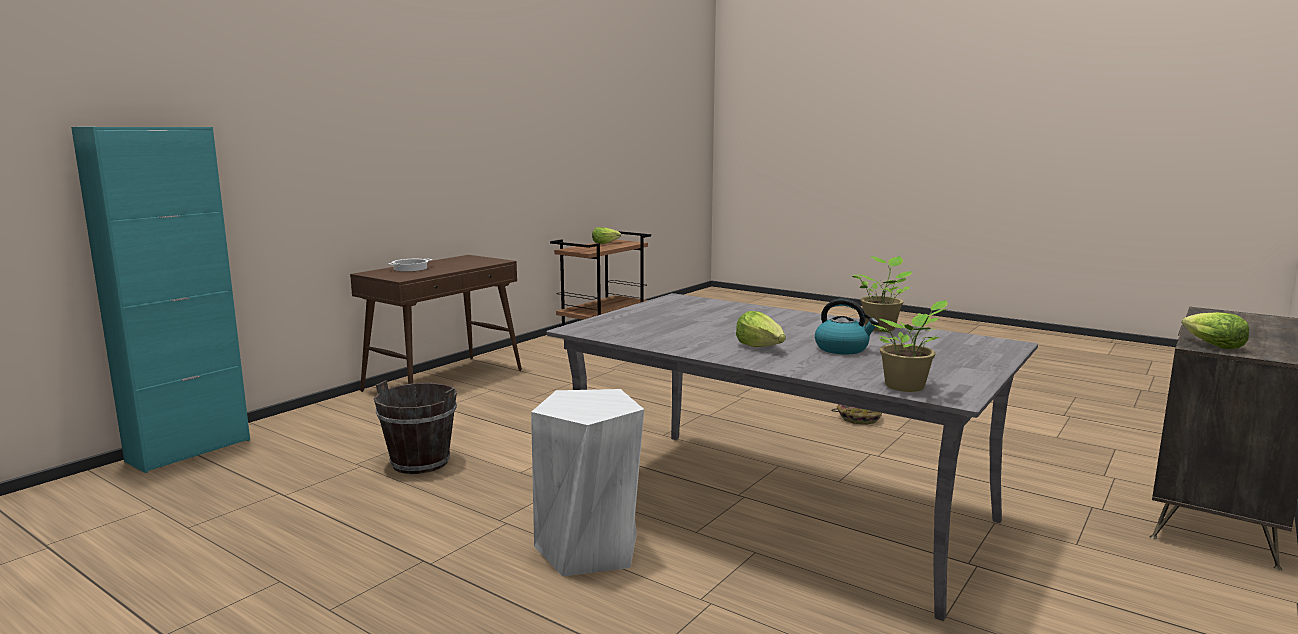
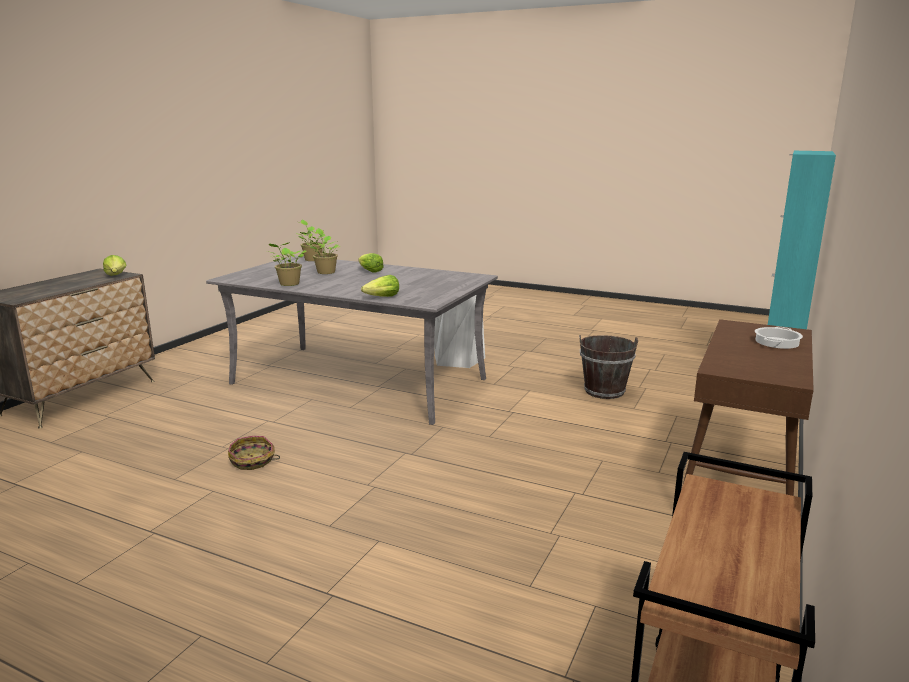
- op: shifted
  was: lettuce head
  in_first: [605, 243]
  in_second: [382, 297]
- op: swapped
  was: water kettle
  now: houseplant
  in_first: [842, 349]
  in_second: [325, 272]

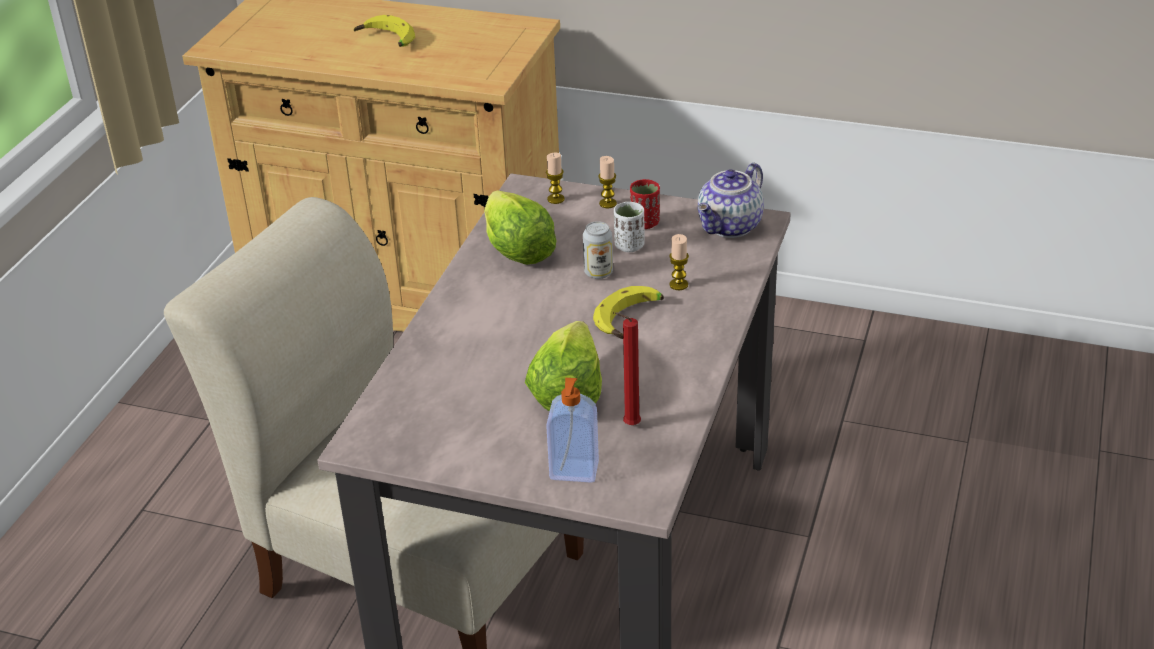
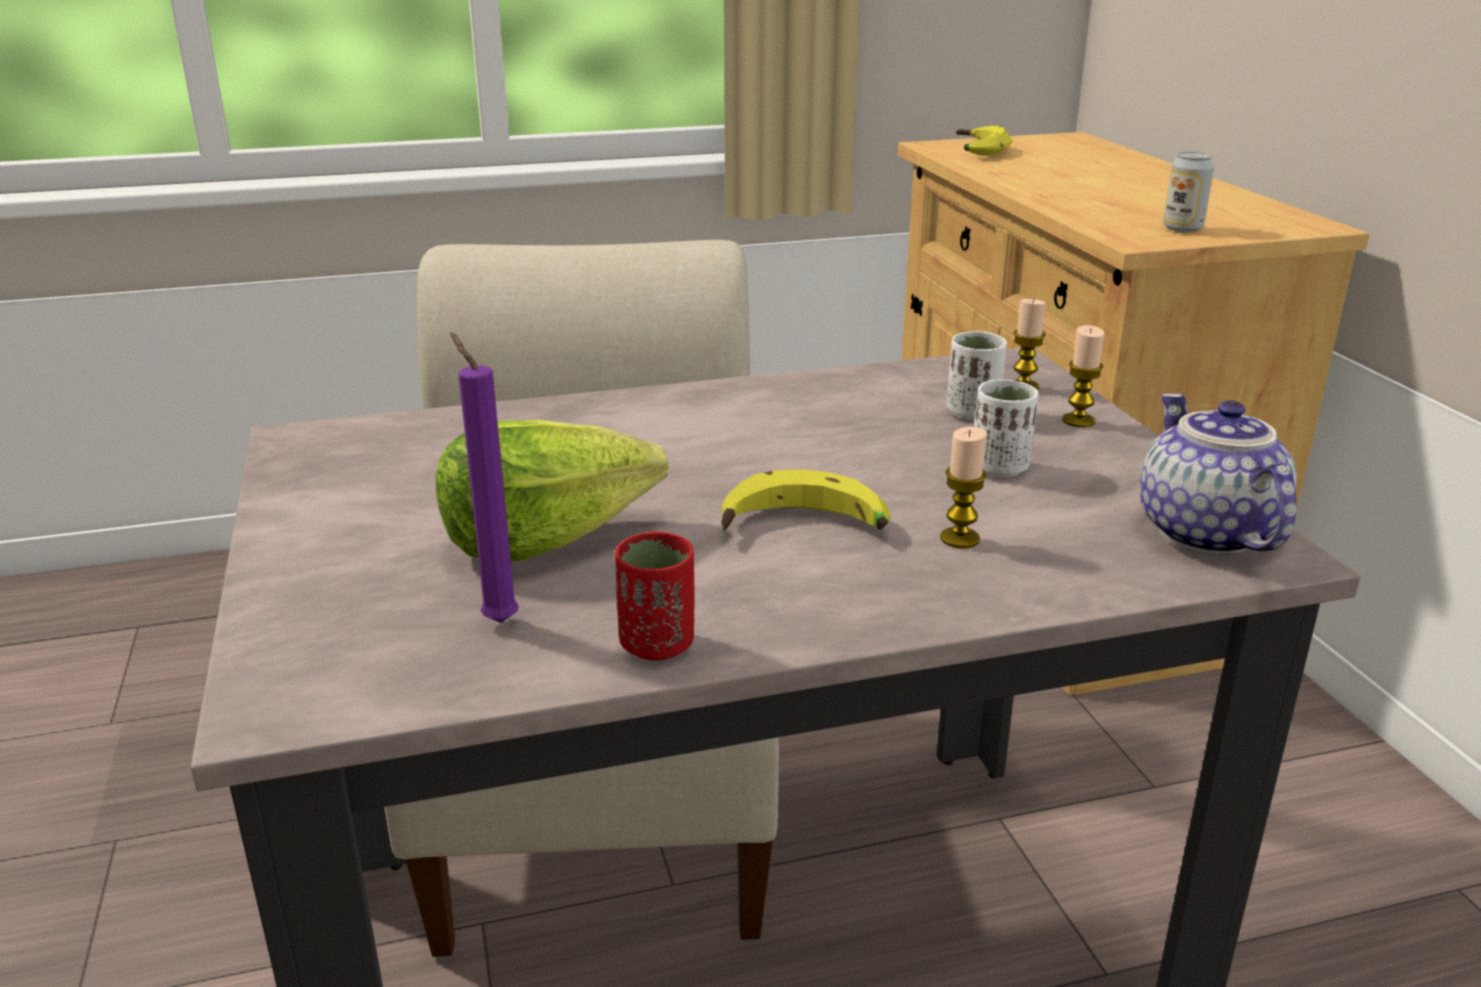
- op: gone
  was: lettuce head
  in_first: [516, 249]
- op: gone
  was: soap dispenser
  in_first: [574, 472]
- op: new
  now: drinking cup (white)
  in_second: [972, 412]
- op: shifted
  was: banana
  in_first: [386, 40]
  in_second: [975, 151]
- op: shifted
  was: metal can
  in_first: [598, 273]
  in_second: [1182, 228]
- op: shifted
  was: drinking cup (red)
  in_first: [645, 223]
  in_second: [657, 645]
- op: repainted
  was: wax light (red)
  now: wax light (purplish)
  in_first: [629, 425]
  in_second: [497, 620]
- op: rotated
  was: teapot
  in_first: [731, 227]
  in_second: [1202, 532]
  clockwise: 75

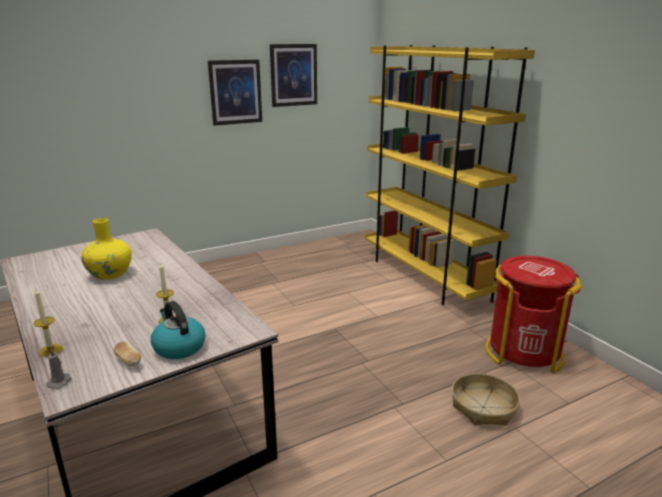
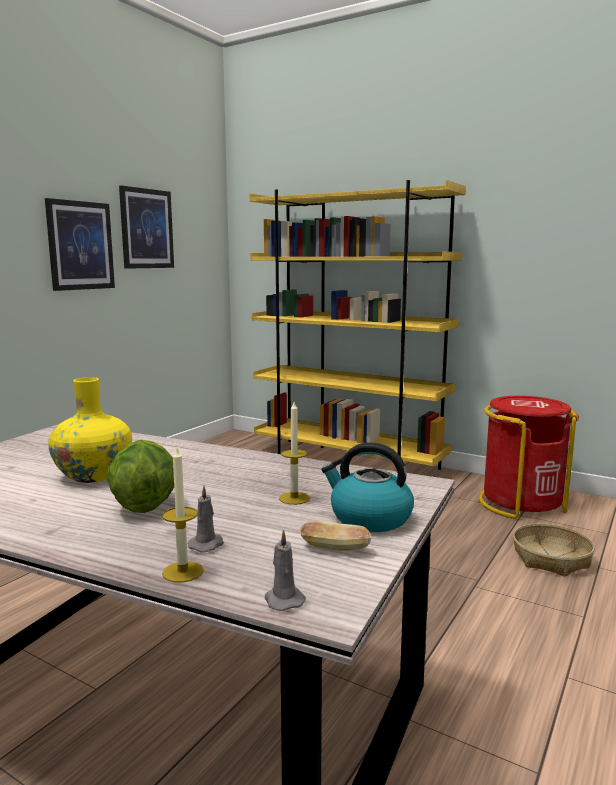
- op: new
  now: lettuce head
  in_second: [143, 505]
- op: new
  now: wax light (greyish)
  in_second: [207, 545]

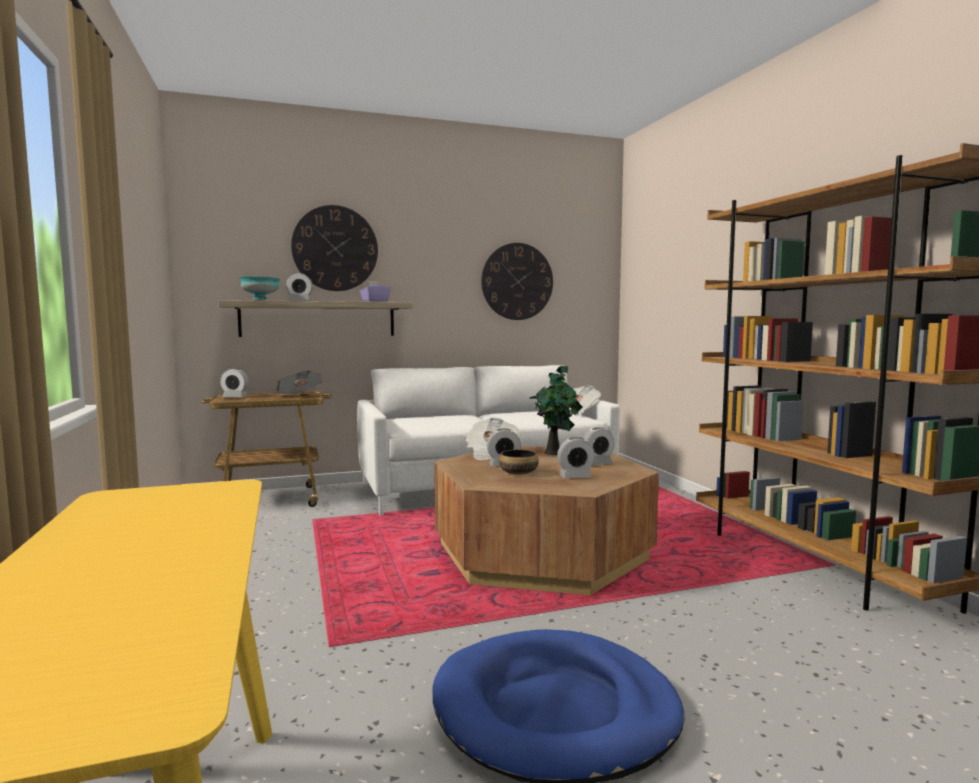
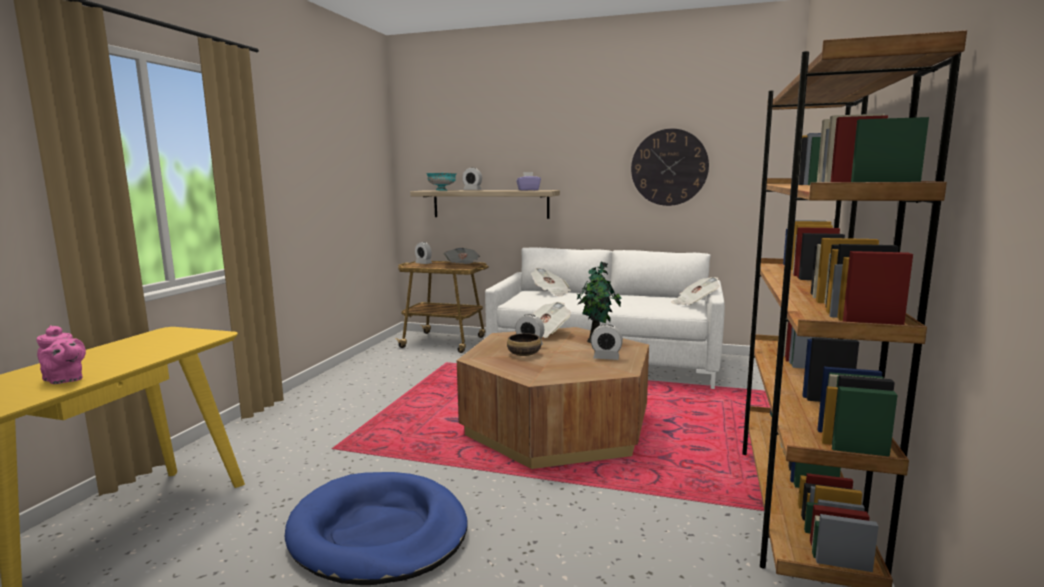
- op: gone
  was: hanging clock
  in_first: [335, 248]
- op: gone
  was: alarm clock
  in_first: [575, 477]
- op: new
  now: teapot (pink)
  in_second: [64, 380]
- op: new
  now: daily paper
  in_second: [551, 293]

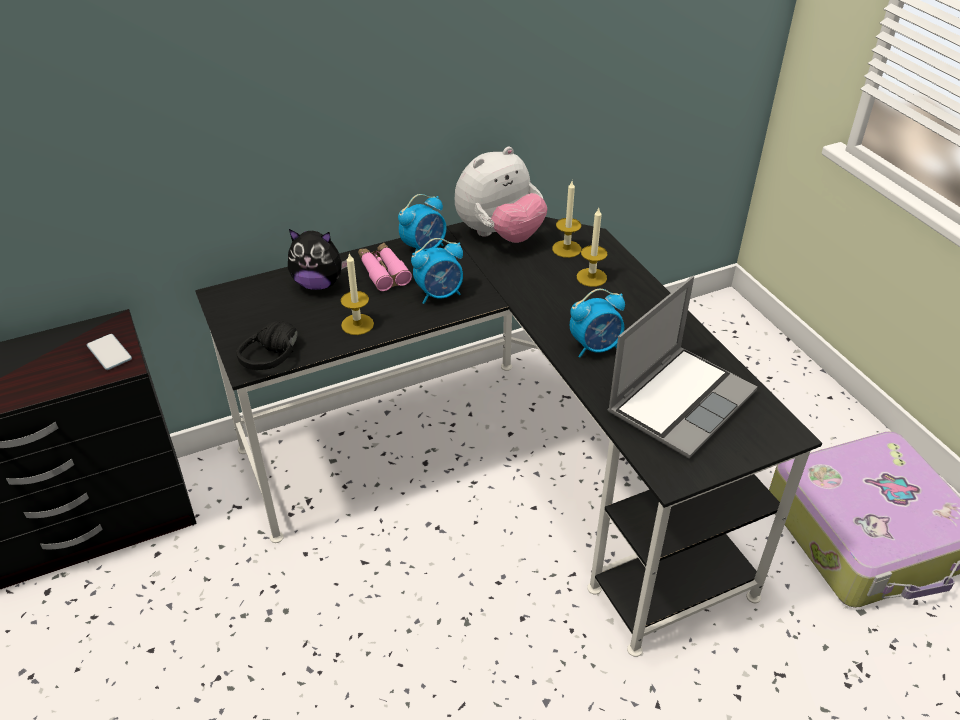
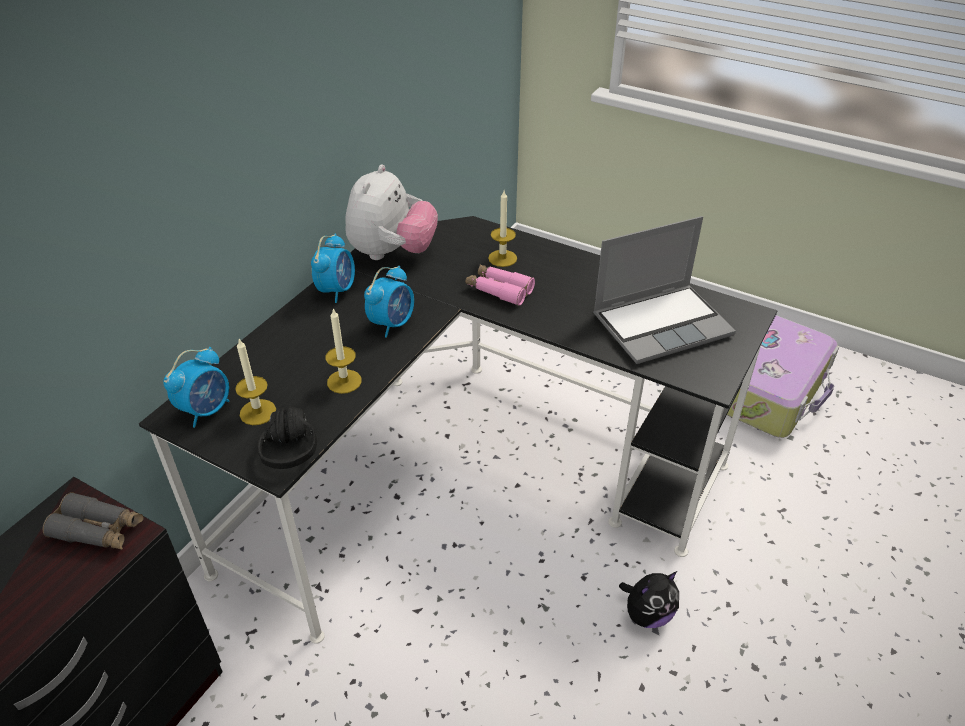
- op: shifted
  was: soft toy
  in_first: [319, 284]
  in_second: [647, 614]
- op: shifted
  was: binoculars (pink)
  in_first: [383, 272]
  in_second: [499, 290]
- op: shifted
  was: wax light
  in_first: [566, 249]
  in_second: [258, 412]
- op: shifted
  was: alarm clock
  in_first: [595, 347]
  in_second: [206, 410]
- op: swapped
  was: handset
  now: binoculars (greyish)
  in_first: [109, 353]
  in_second: [98, 530]
- op: rotated
  was: laptop
  in_first: [680, 401]
  in_second: [662, 324]
  clockwise: 60

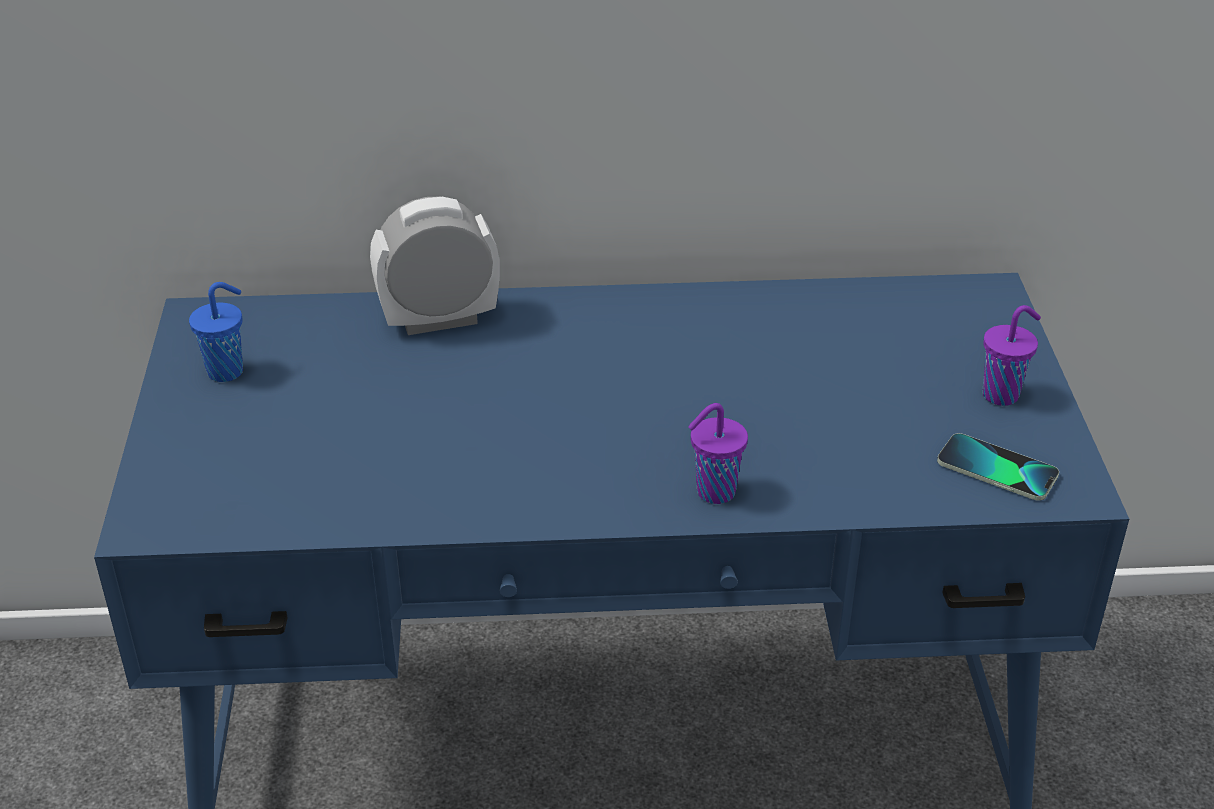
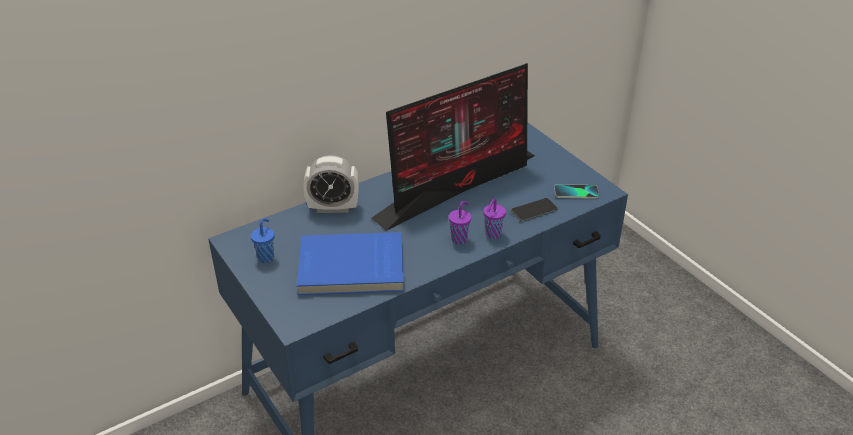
- op: new
  now: volume (blue)
  in_second: [351, 268]
- op: new
  now: computer screen
  in_second: [459, 184]
- op: new
  now: handset
  in_second: [534, 210]
- op: shifted
  was: drinking cup (purplish)
  in_first: [1002, 394]
  in_second: [460, 239]
- op: rotated
  was: alarm clock
  in_first: [439, 320]
  in_second: [333, 208]
  clockwise: -135

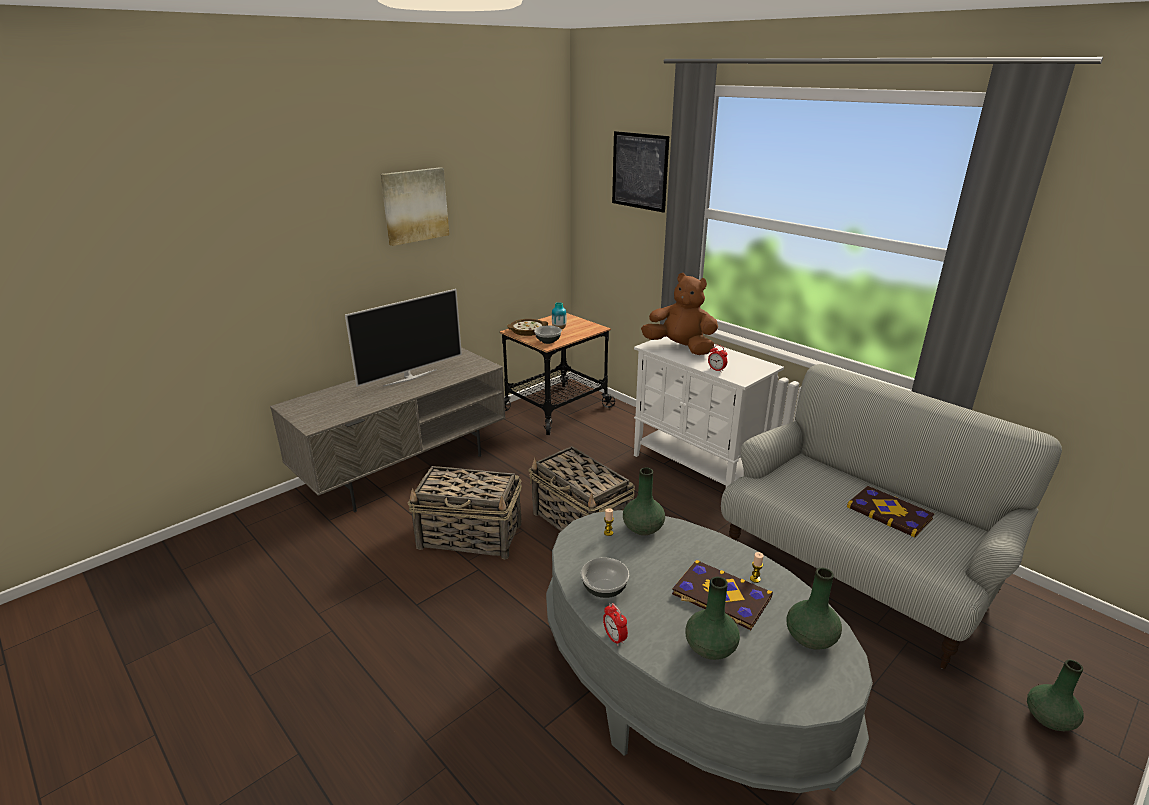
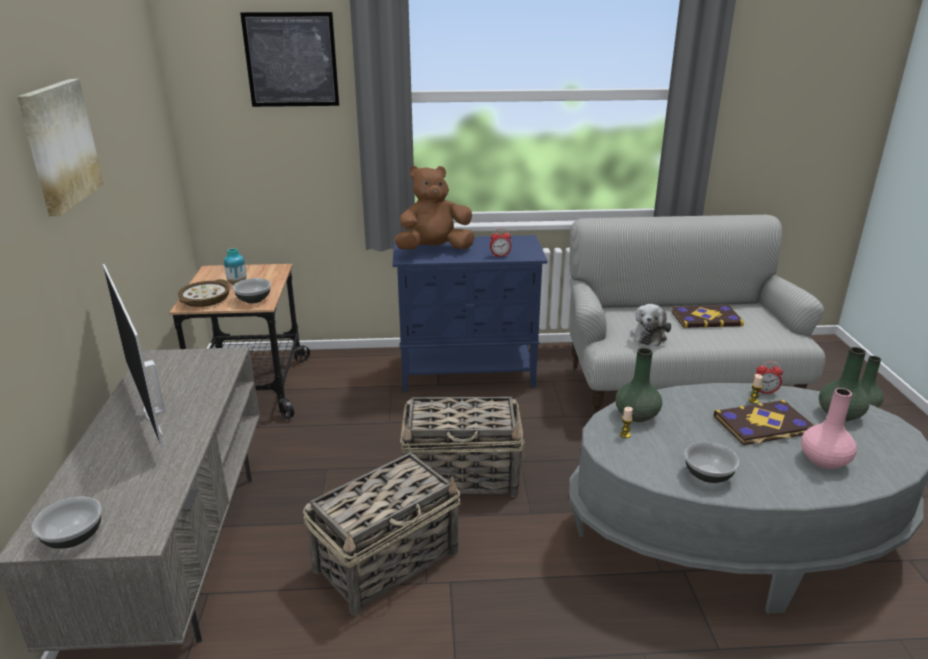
- op: new
  now: serving bowl
  in_second: [73, 538]
- op: new
  now: soft toy
  in_second: [649, 335]
- op: shifted
  was: alarm clock
  in_first: [614, 638]
  in_second: [764, 392]
- op: repainted
  was: cabinet (white)
  now: cabinet (blue)
  in_first: [697, 468]
  in_second: [469, 373]
- op: repainted
  was: vase (green)
  now: vase (pink)
  in_first: [709, 648]
  in_second: [824, 461]
- op: rotated
  was: TV set
  in_first: [410, 377]
  in_second: [154, 411]
  clockwise: 150

